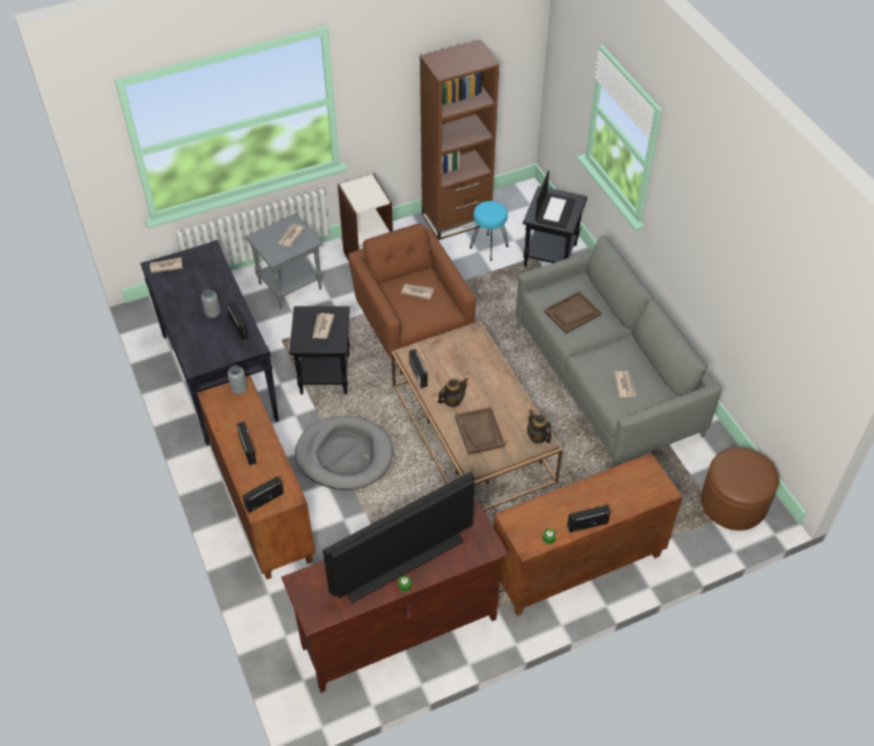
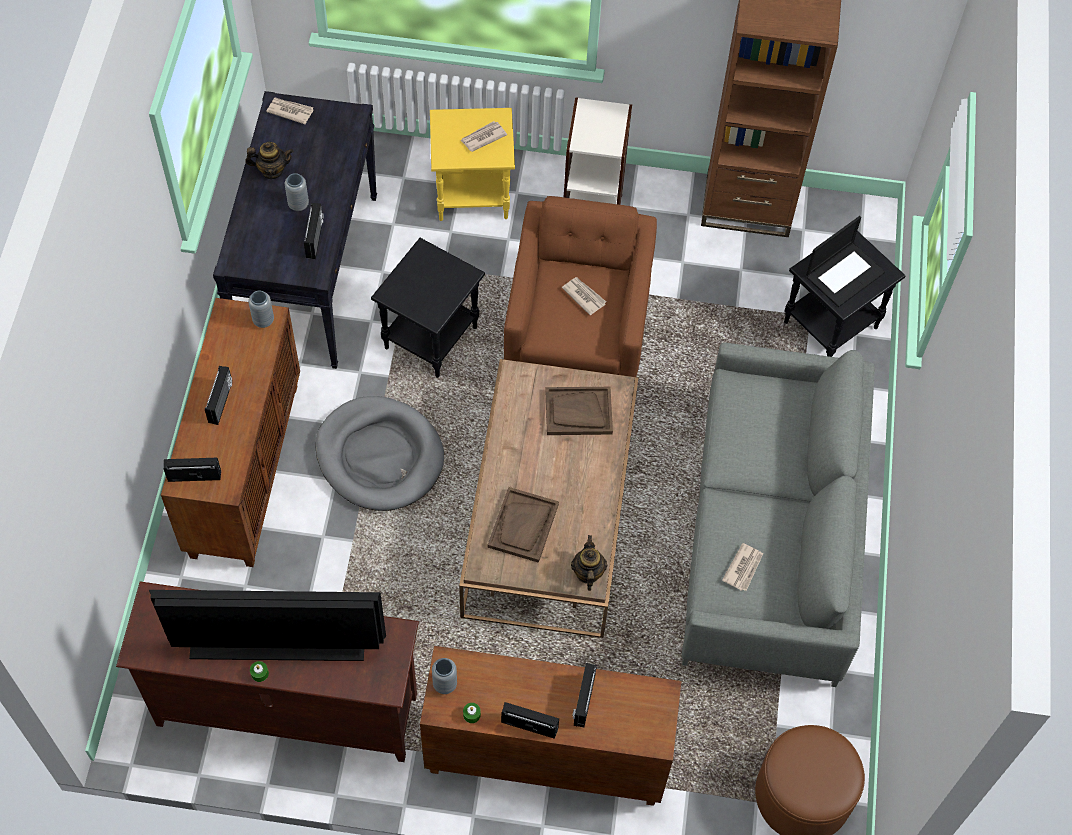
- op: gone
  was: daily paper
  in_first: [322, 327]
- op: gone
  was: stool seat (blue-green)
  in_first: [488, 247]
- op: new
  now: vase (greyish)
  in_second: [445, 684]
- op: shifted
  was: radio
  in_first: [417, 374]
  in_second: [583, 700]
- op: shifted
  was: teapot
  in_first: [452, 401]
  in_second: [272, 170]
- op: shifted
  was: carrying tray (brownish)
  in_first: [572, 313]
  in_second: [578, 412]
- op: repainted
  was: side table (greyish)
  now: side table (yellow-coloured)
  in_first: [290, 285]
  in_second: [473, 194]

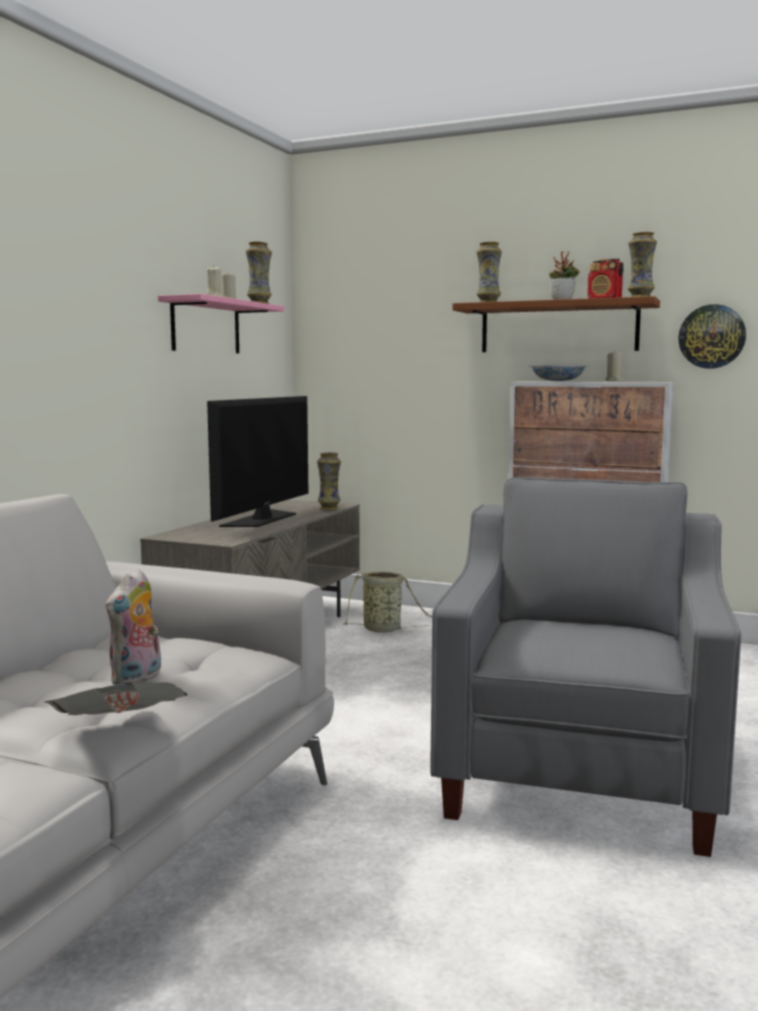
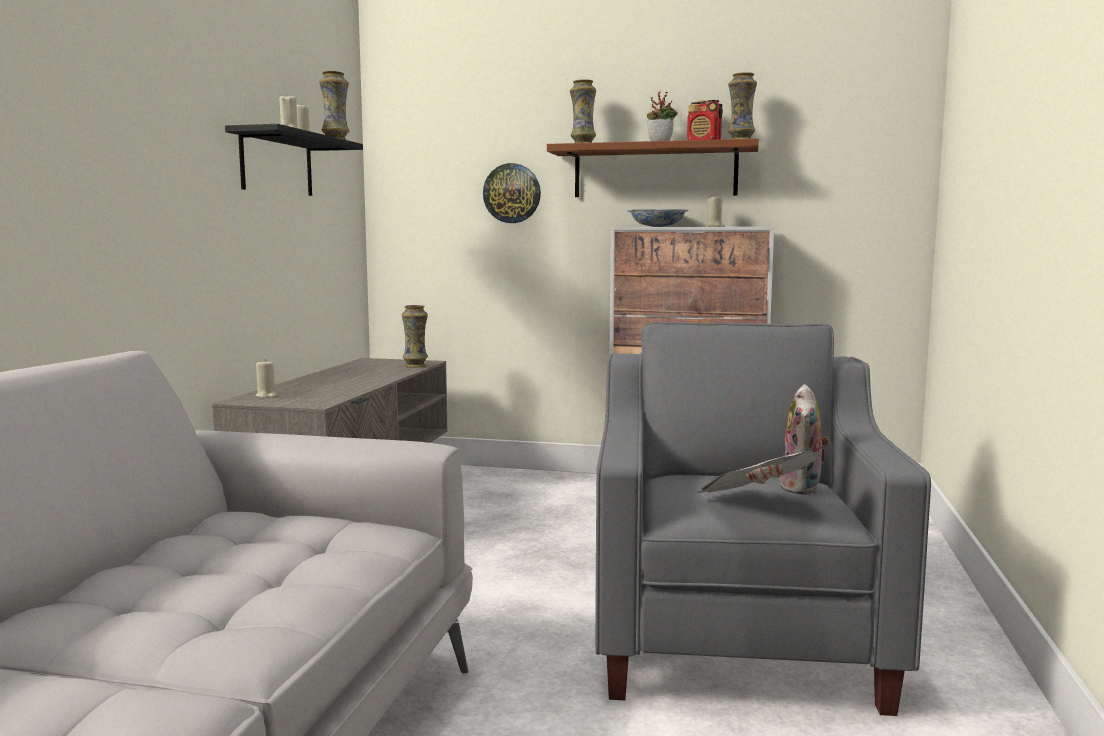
- op: gone
  was: TV set
  in_first: [262, 519]
- op: gone
  was: basket
  in_first: [385, 630]
- op: new
  now: wax light (beige-coloured)
  in_second: [267, 396]
- op: shifted
  was: daily paper
  in_first: [121, 735]
  in_second: [756, 505]
- op: shifted
  was: soft toy
  in_first: [137, 679]
  in_second: [803, 489]
- op: shifted
  was: hanging clock
  in_first: [711, 336]
  in_second: [512, 193]
- op: repainted
  was: shelf (pink)
  now: shelf (black)
  in_first: [206, 327]
  in_second: [277, 164]

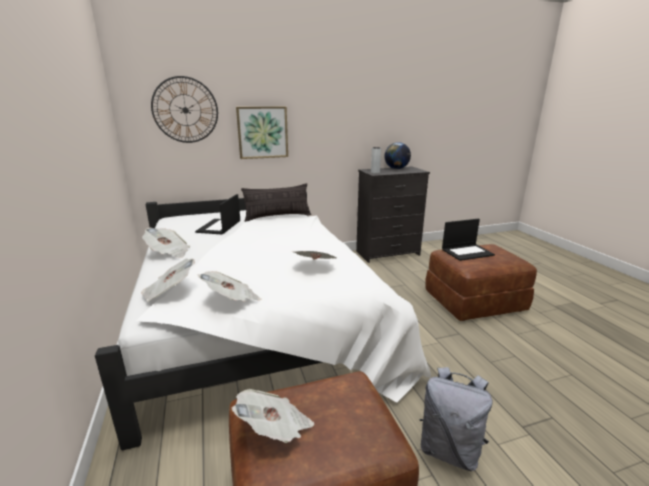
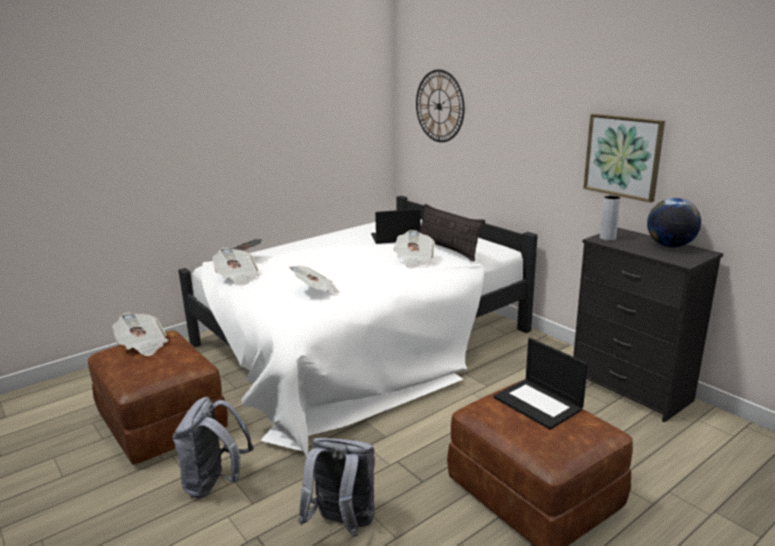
- op: new
  now: knapsack (greyish)
  in_second: [342, 524]
- op: shifted
  was: daily paper
  in_first: [168, 253]
  in_second: [414, 260]
- op: shifted
  was: picture
  in_first: [262, 132]
  in_second: [623, 156]

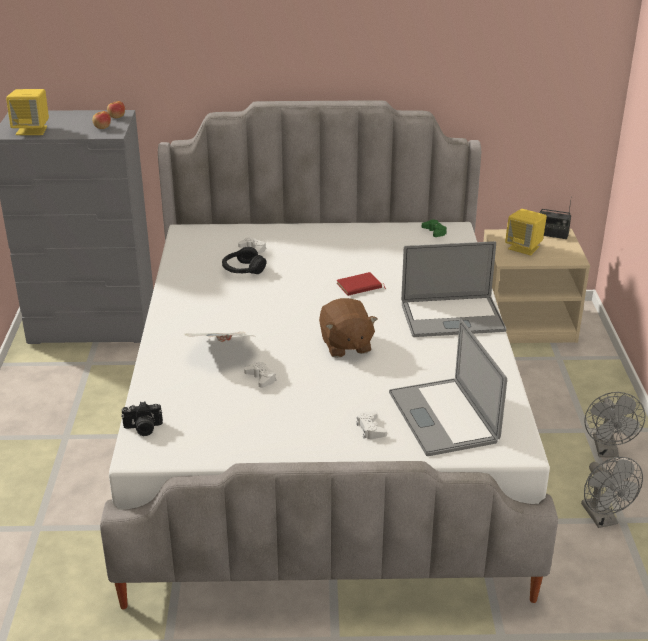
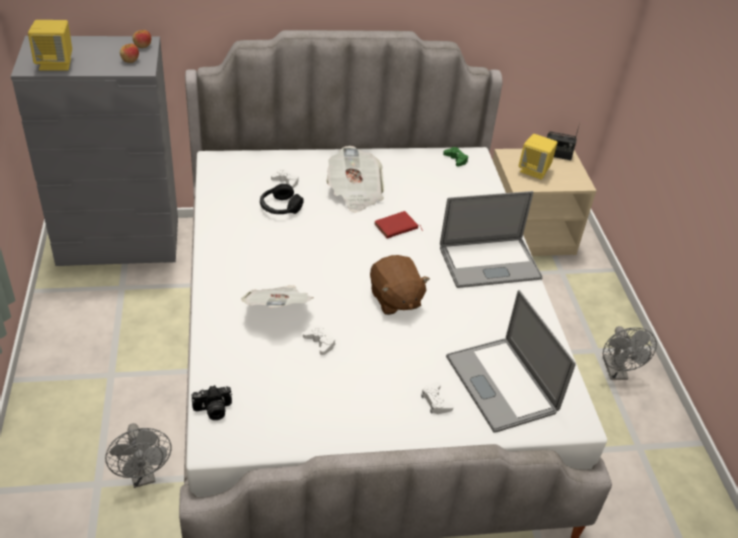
- op: new
  now: daily paper
  in_second: [355, 193]
- op: shifted
  was: fan (greyish)
  in_first: [602, 519]
  in_second: [143, 476]

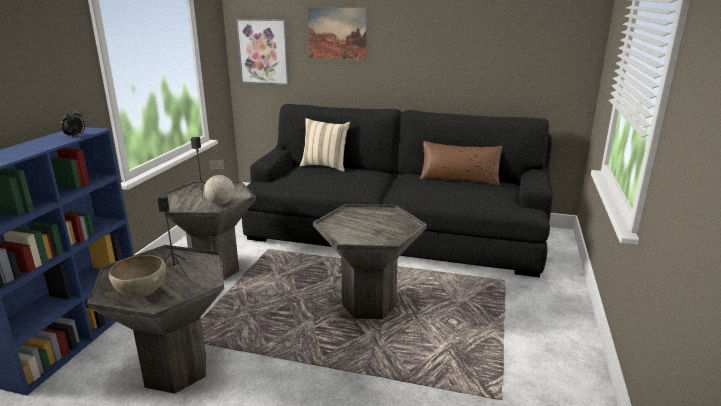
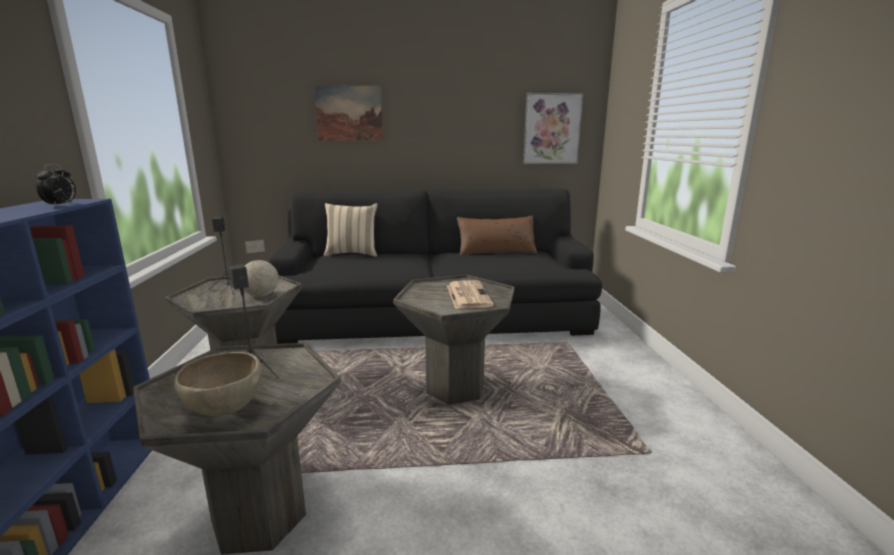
- op: new
  now: daily paper
  in_second: [467, 295]
- op: shifted
  was: picture
  in_first: [264, 52]
  in_second: [551, 129]

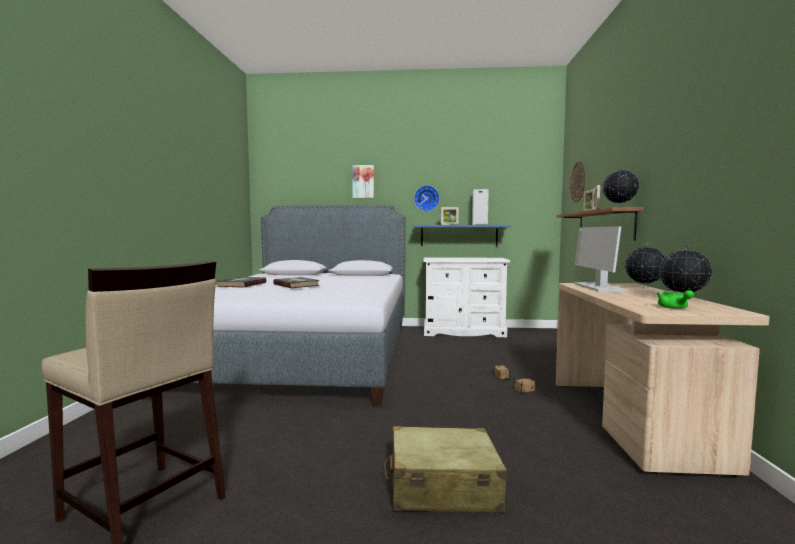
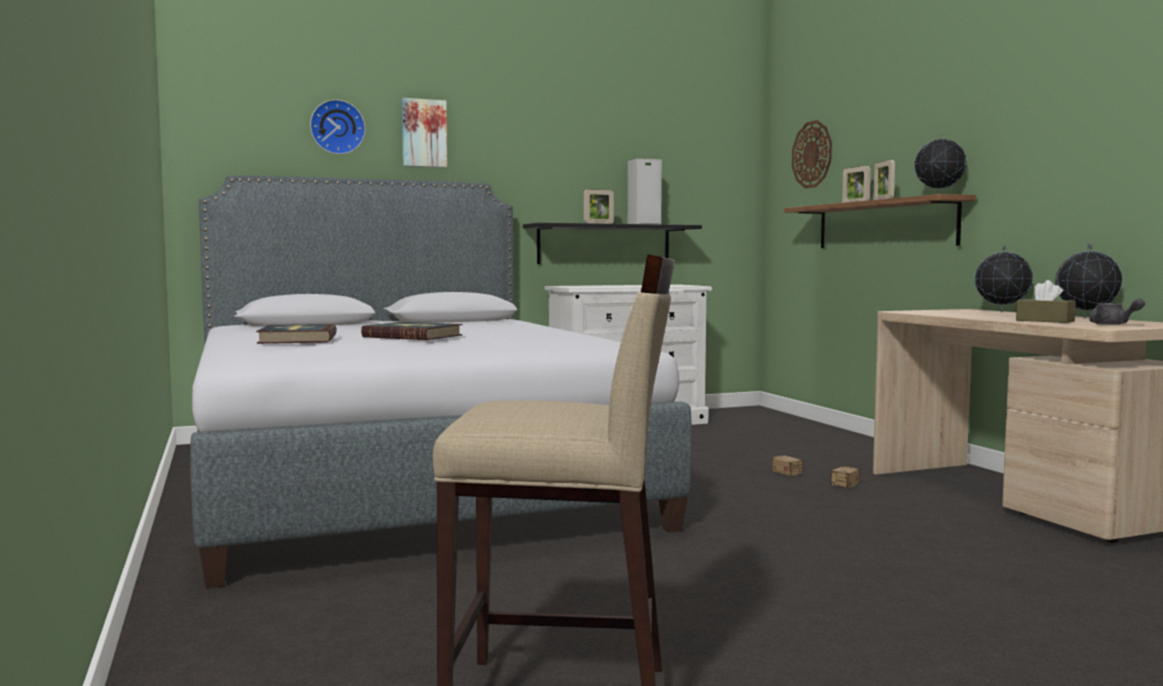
- op: gone
  was: suitcase (beige-coloured)
  in_first: [442, 486]
- op: gone
  was: computer screen
  in_first: [598, 287]
- op: new
  now: tissue holder (brownish)
  in_second: [1045, 321]
- op: shifted
  was: hanging clock
  in_first: [426, 198]
  in_second: [337, 127]
- op: repainted
  was: shelf (blue)
  now: shelf (black)
  in_first: [459, 235]
  in_second: [604, 244]
- op: repainted
  was: teapot (green)
  now: teapot (greyish)
  in_first: [674, 308]
  in_second: [1113, 324]

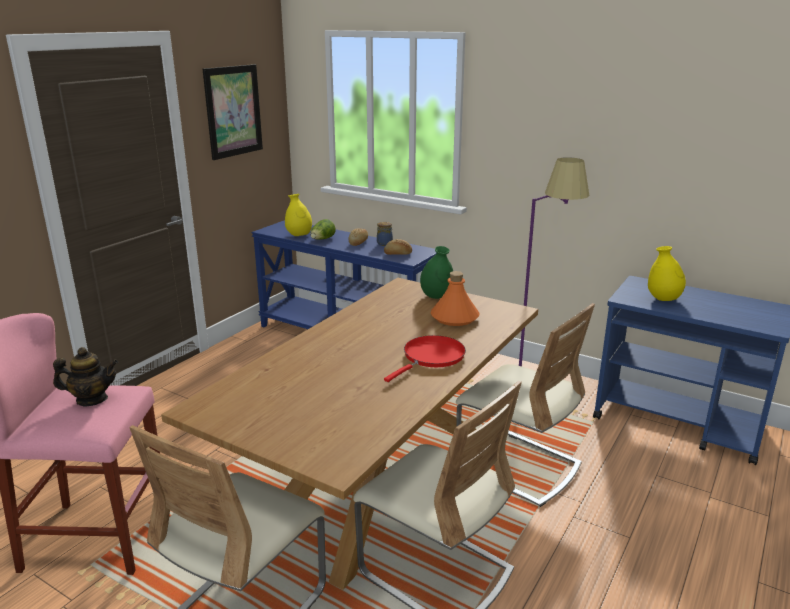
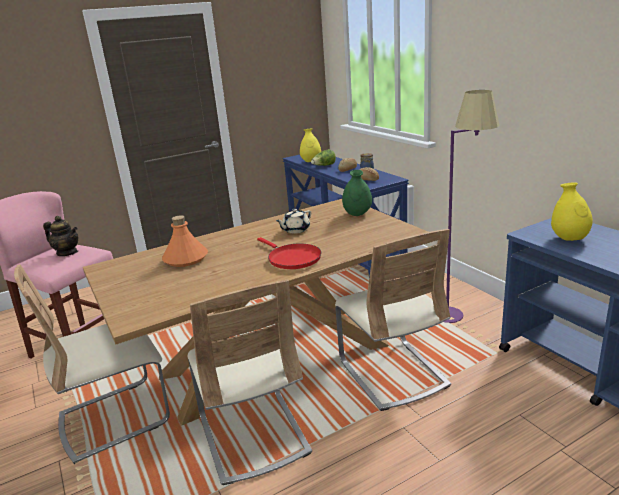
- op: gone
  was: picture
  in_first: [233, 111]
- op: new
  now: teapot (beige-coloured)
  in_second: [295, 230]
- op: shifted
  was: bottle (orangey)
  in_first: [454, 317]
  in_second: [185, 259]
- op: rotated
  was: skillet (red)
  in_first: [431, 357]
  in_second: [292, 258]
  clockwise: 75

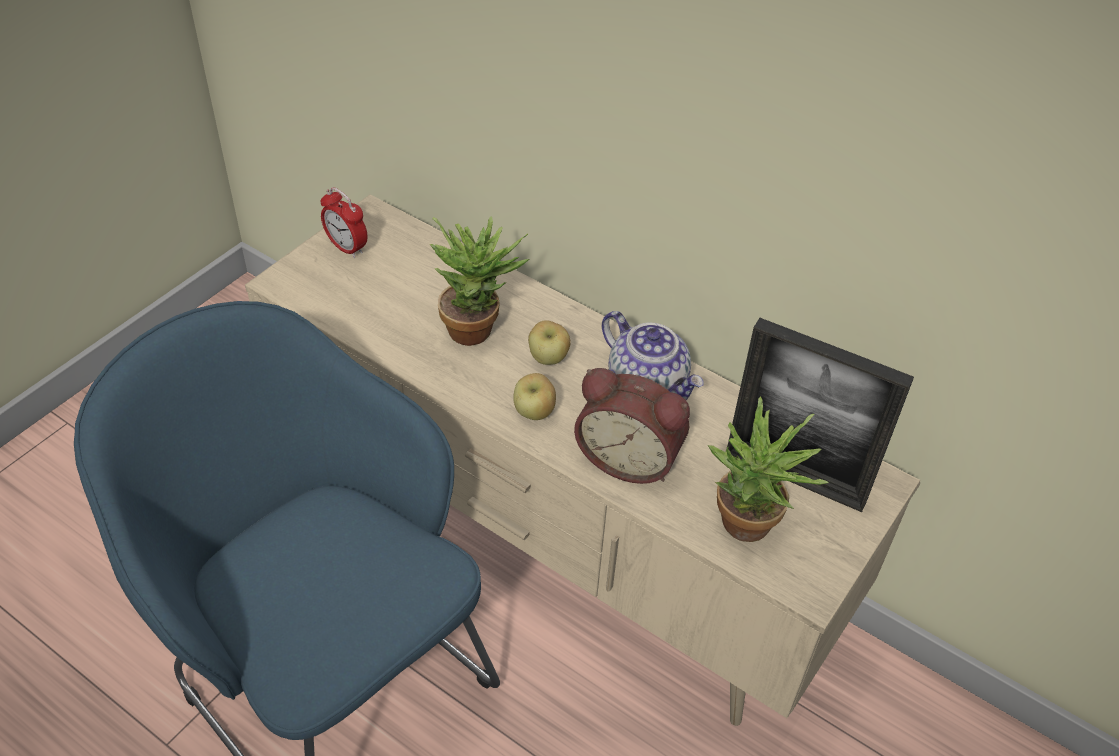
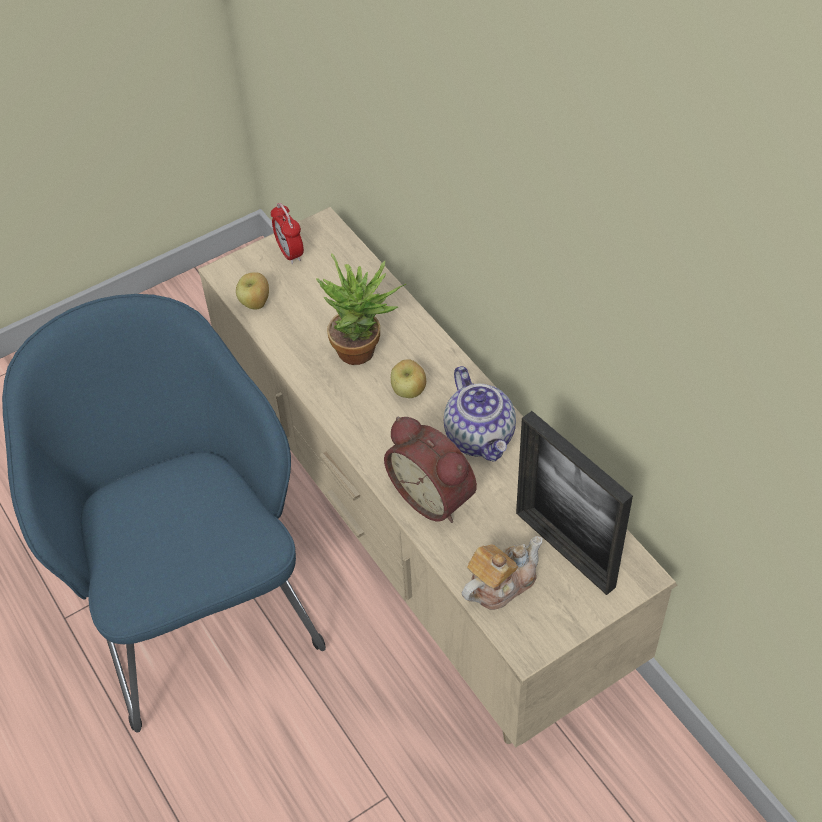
- op: shifted
  was: whole apple
  in_first: [534, 413]
  in_second: [255, 304]
- op: swapped
  was: houseplant
  now: teapot
  in_first: [748, 531]
  in_second: [500, 584]

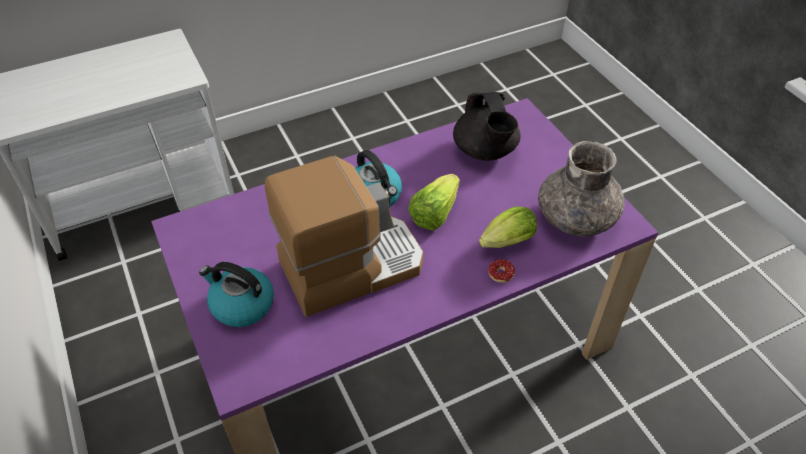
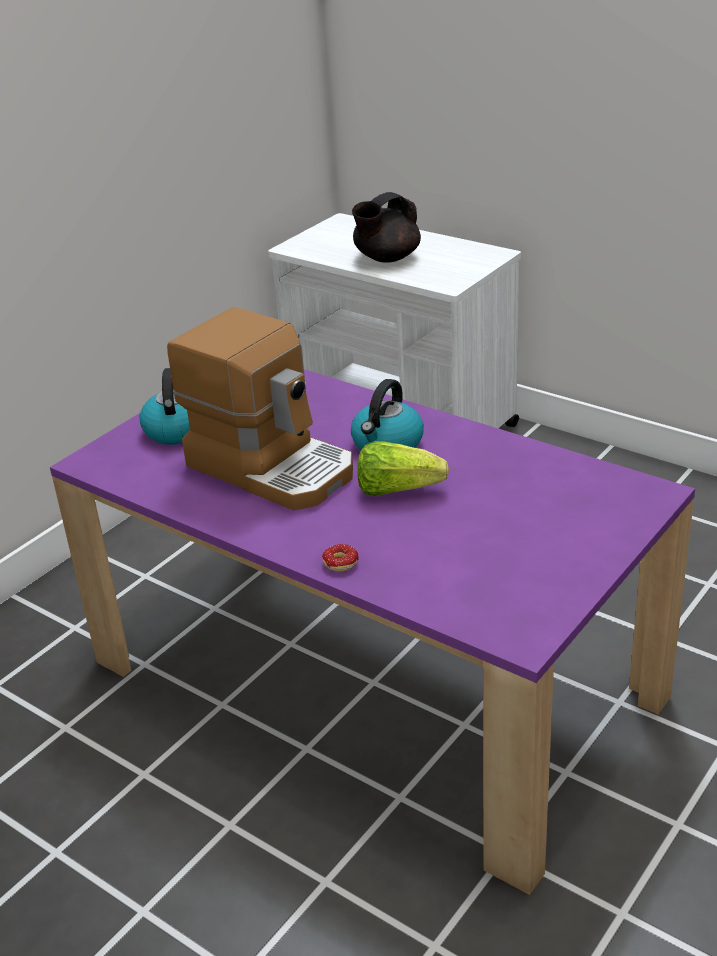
- op: gone
  was: lettuce head
  in_first: [504, 243]
- op: gone
  was: vase (greyish)
  in_first: [576, 218]
- op: shifted
  was: teapot (black)
  in_first: [485, 151]
  in_second: [386, 258]

